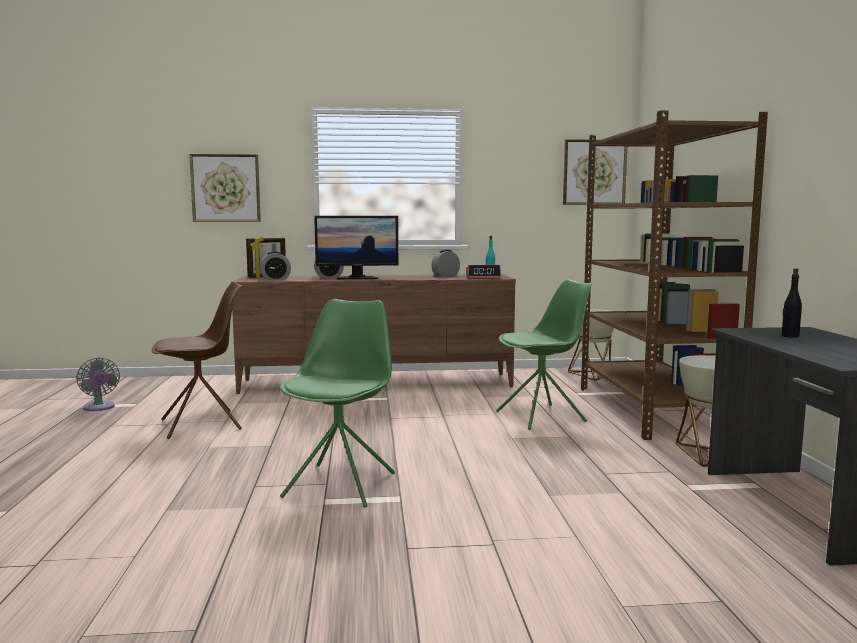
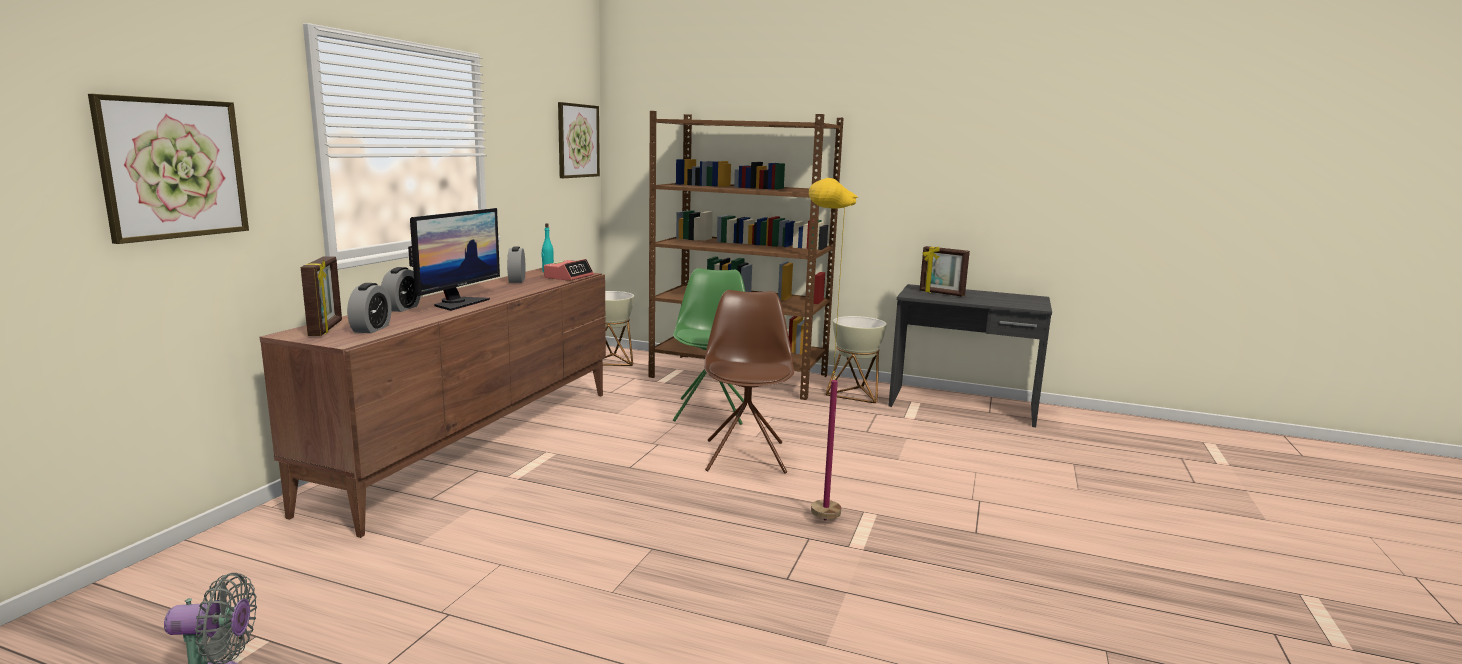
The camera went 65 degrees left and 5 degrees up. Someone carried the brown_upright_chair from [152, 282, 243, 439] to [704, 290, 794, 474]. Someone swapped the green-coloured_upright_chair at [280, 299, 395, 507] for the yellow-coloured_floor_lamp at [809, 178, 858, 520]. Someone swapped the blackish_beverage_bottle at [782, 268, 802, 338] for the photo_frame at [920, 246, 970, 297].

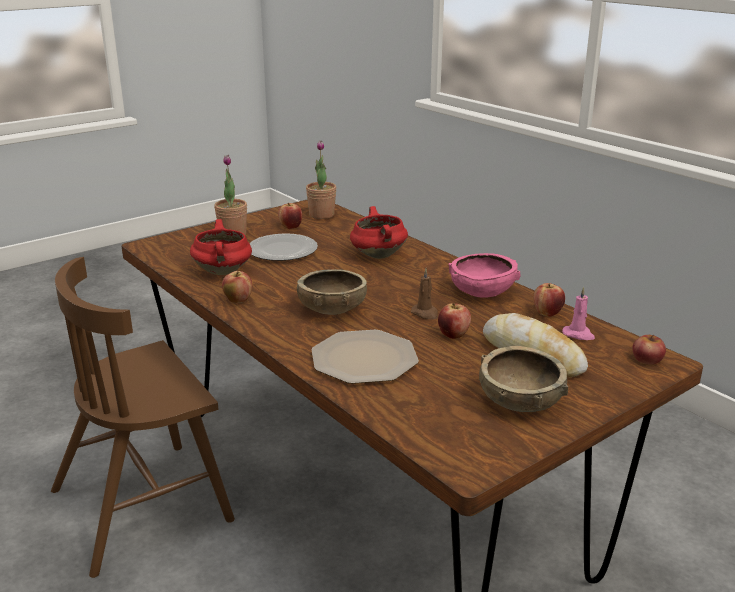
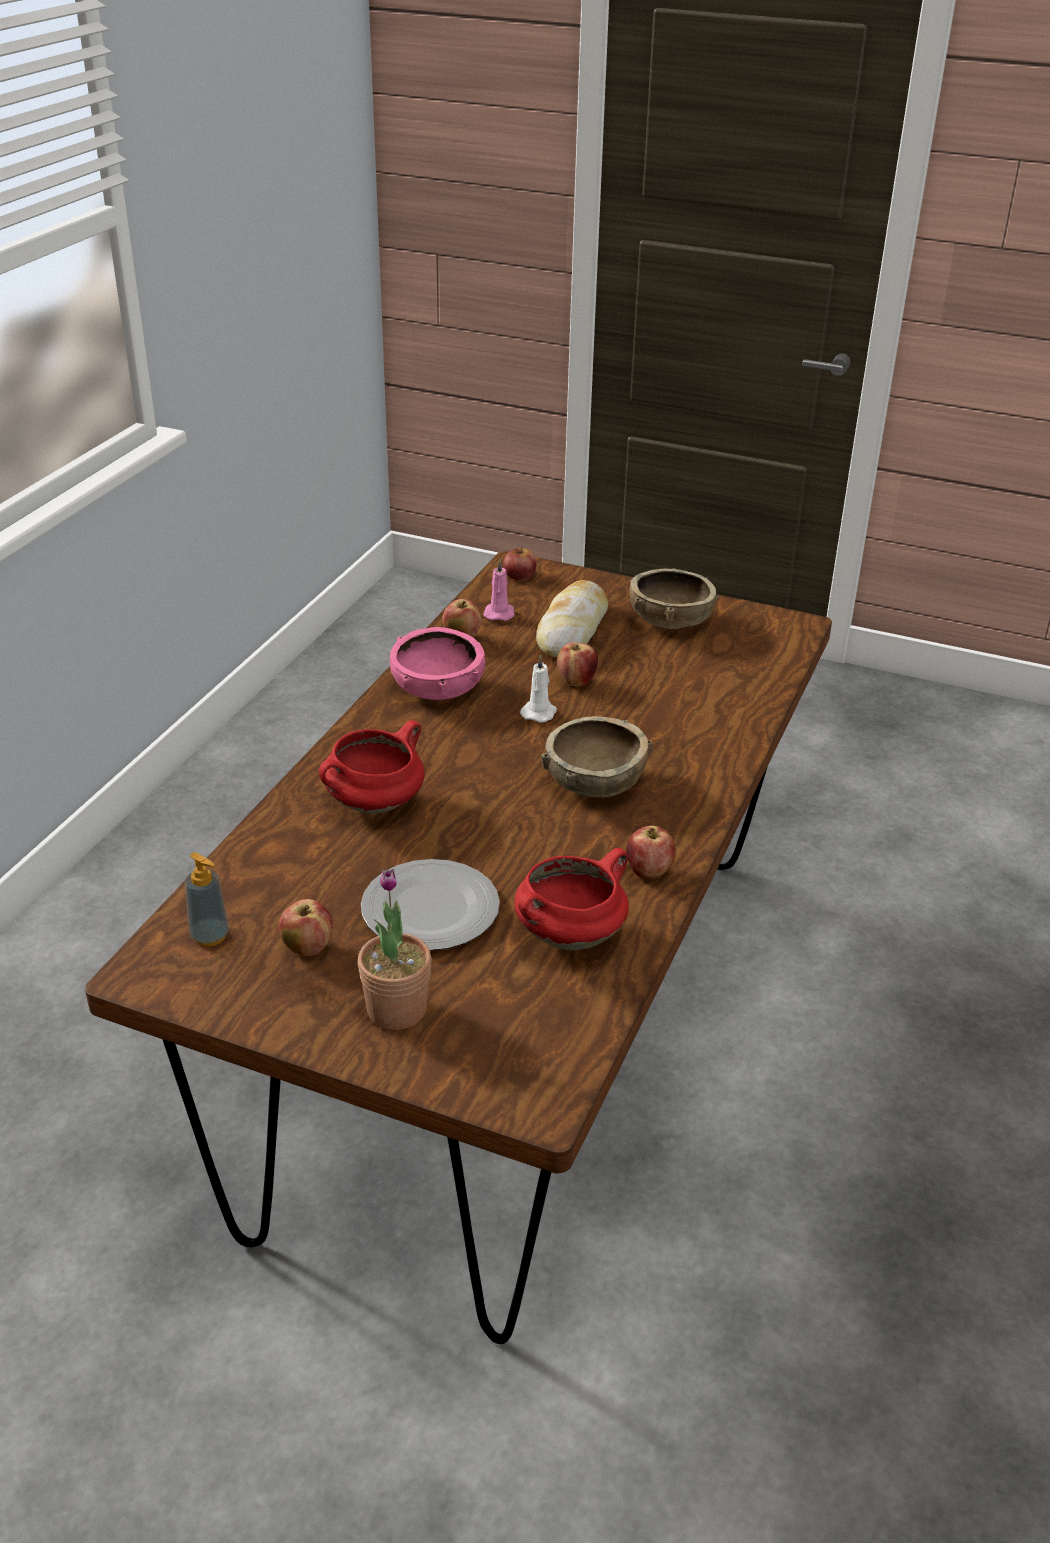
The camera went 120 degrees left and 10 degrees up. Someone took away the brown_upright_chair at [51, 257, 235, 578]. Someone swapped the plant_in_a_pot at [306, 141, 336, 219] for the soap_dispenser at [185, 852, 229, 947]. Someone took away the dinner_plate at [312, 330, 419, 384]. Someone repainted the brown_wax_light at [411, 268, 438, 320], which became the whitish_wax_light at [520, 654, 557, 722].

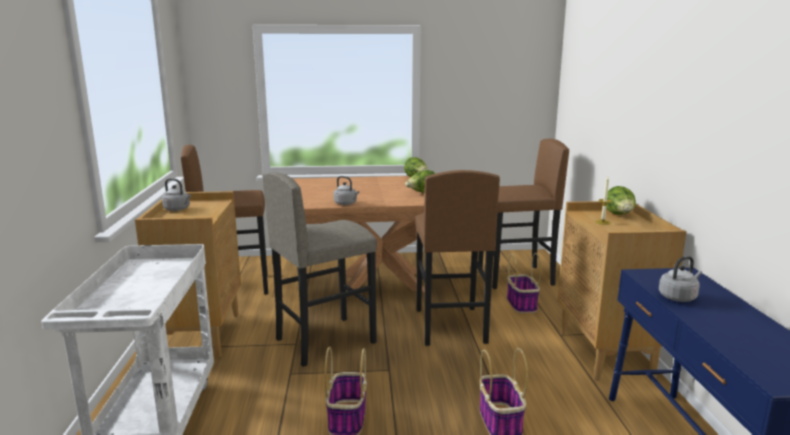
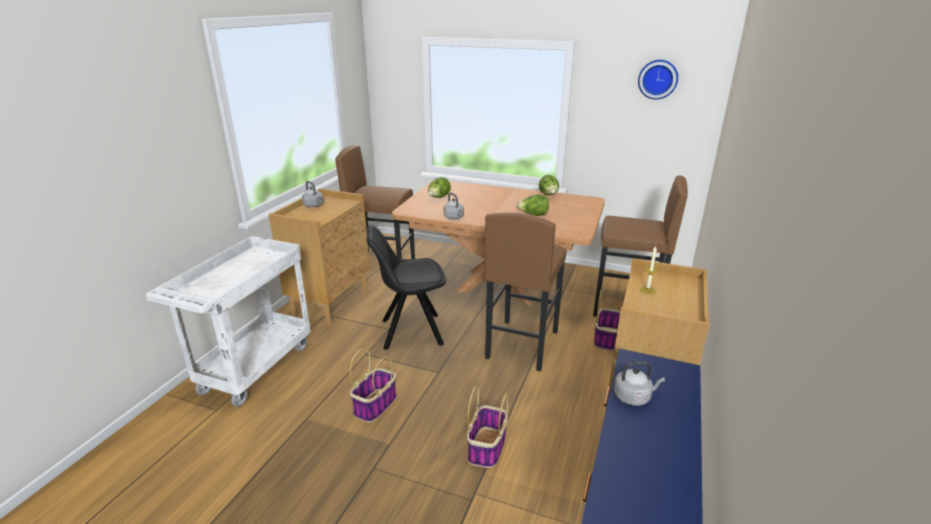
The camera went 25 degrees right and 10 degrees up. Someone swapped the grey_stool at [262, 172, 377, 367] for the blackish_upright_chair at [367, 225, 446, 350]. Someone carried the lettuce_head from [606, 186, 636, 215] to [428, 177, 451, 198]. Someone put up the hanging_clock at [638, 60, 678, 99].

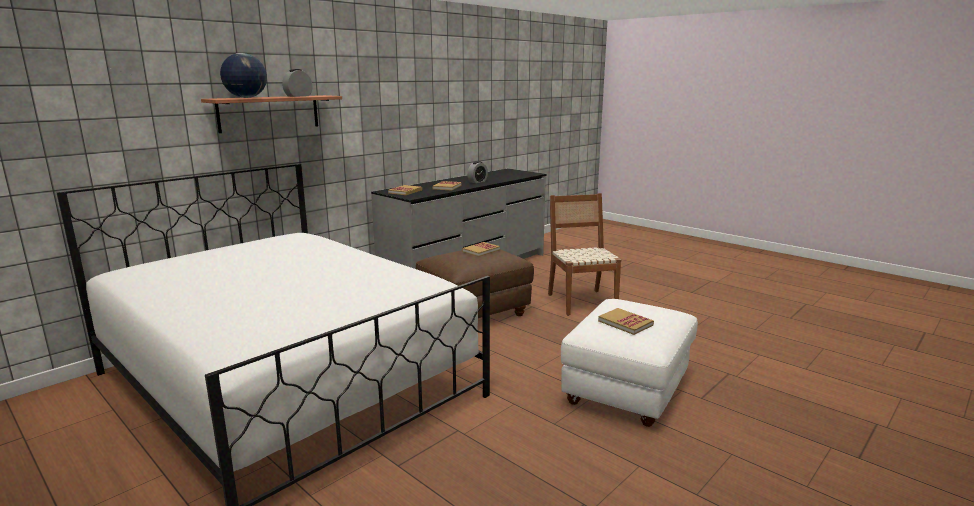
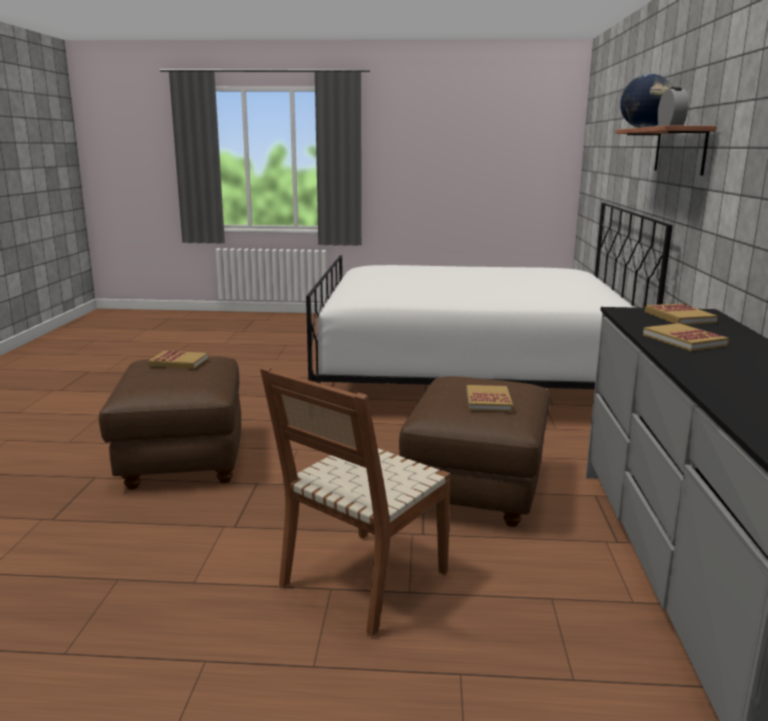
The camera went 140 degrees right and 0 degrees up. Someone took away the alarm_clock at [467, 161, 488, 183]. Someone rotated the upright_chair at [548, 193, 621, 316] by 90 degrees clockwise. Someone repainted the whitish_footrest at [561, 299, 698, 427], which became the brown_footrest at [99, 356, 241, 489].

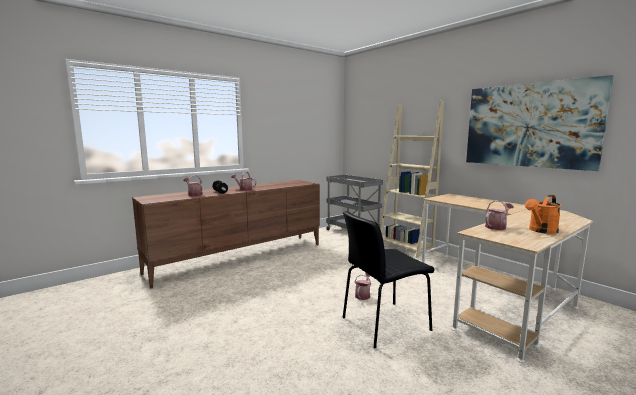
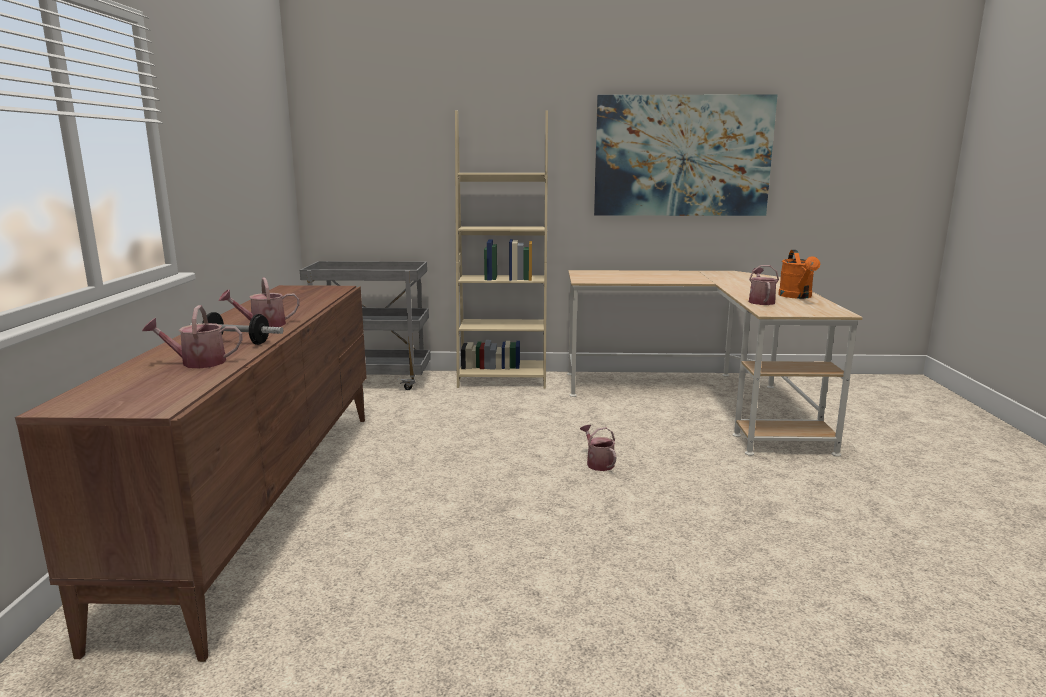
The camera went 50 degrees left and 5 degrees up. Someone took away the blackish_upright_chair at [343, 211, 434, 348].

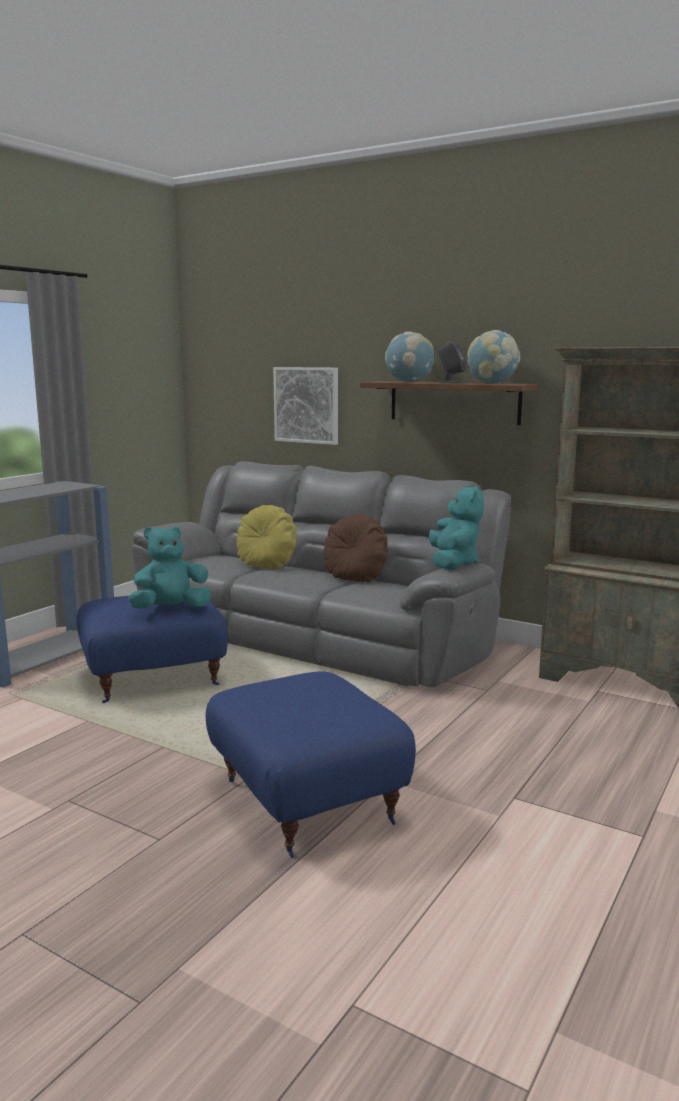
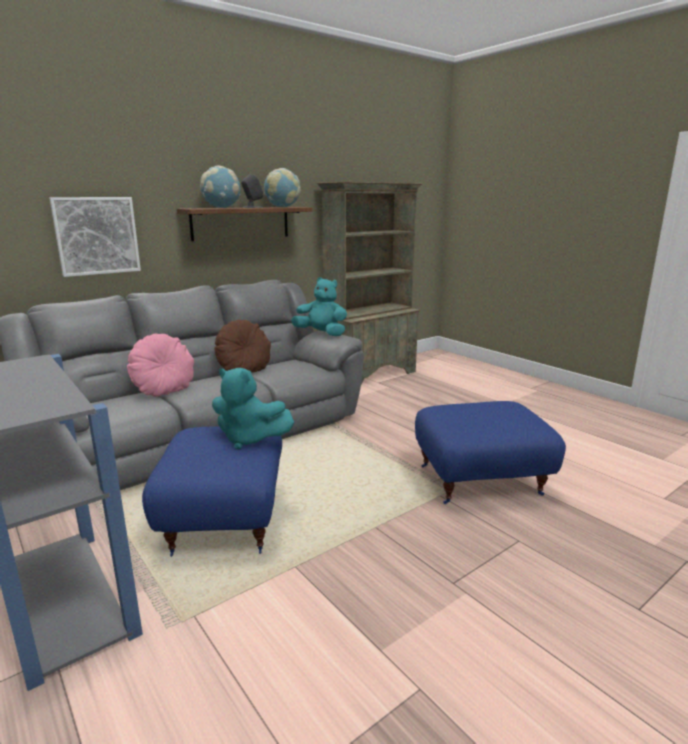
The camera went 70 degrees left and 5 degrees up. Someone rotated the turquoise-coloured_plush_toy at [128, 527, 212, 608] by 60 degrees counterclockwise. Someone repainted the yellow-coloured_cushion at [237, 505, 297, 569], which became the pinkish_cushion at [127, 334, 194, 397].

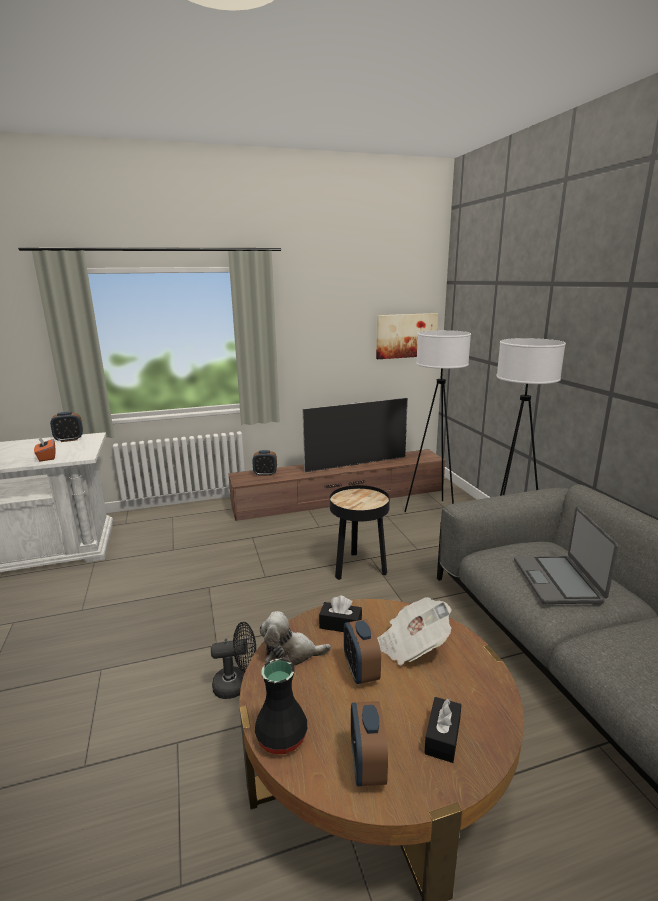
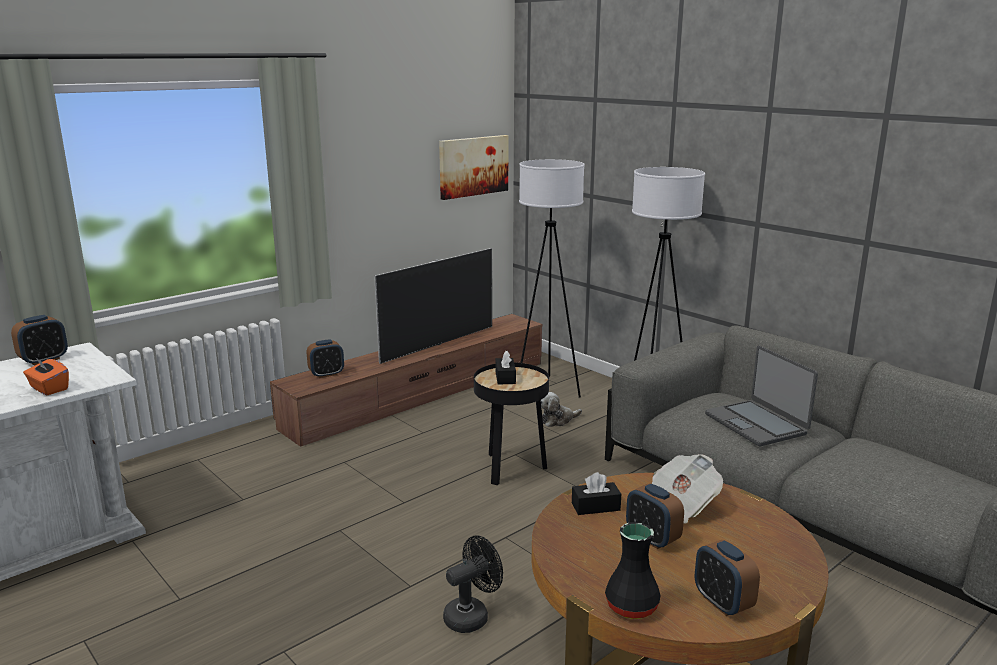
The camera went 25 degrees left and 0 degrees up. Someone carried the plush_toy from [260, 611, 331, 666] to [541, 392, 582, 427]. Someone carried the blackish_box_of_tissues from [424, 697, 462, 763] to [495, 351, 516, 385].

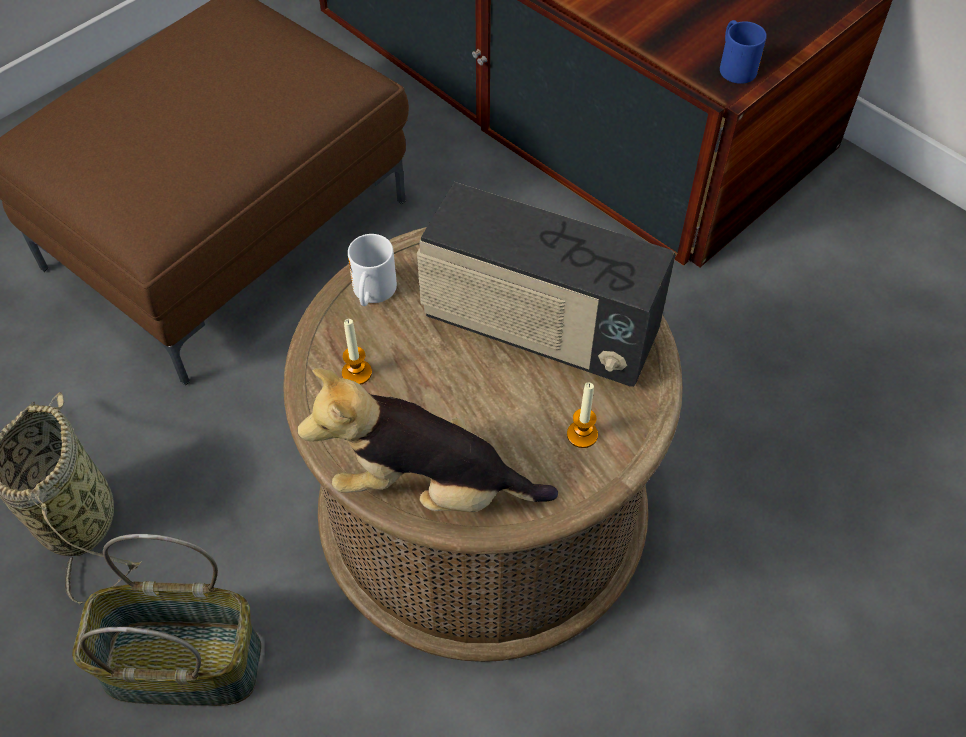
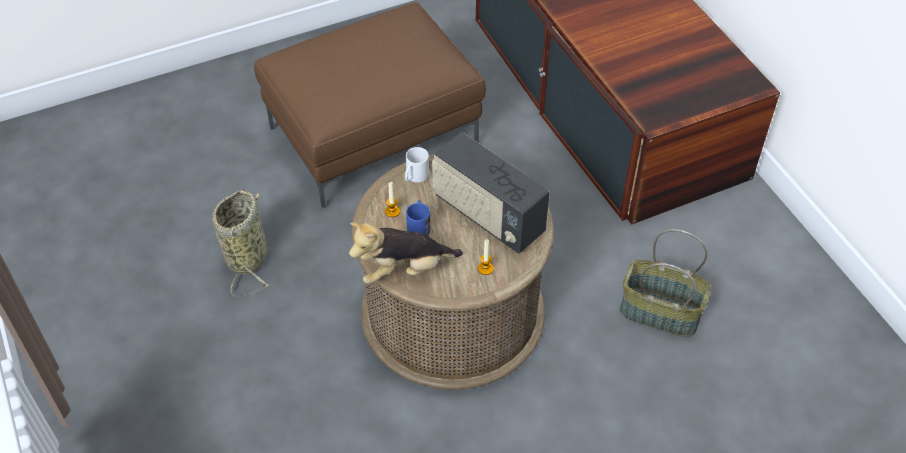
The camera went 20 degrees right and 5 degrees down. Someone carried the household_basket from [72, 534, 261, 706] to [620, 229, 711, 337]. Someone rotated the plush_toy at [297, 368, 558, 512] by 45 degrees counterclockwise. Someone carried the blue-coloured_coffee_mug from [720, 20, 767, 84] to [406, 200, 430, 236].

